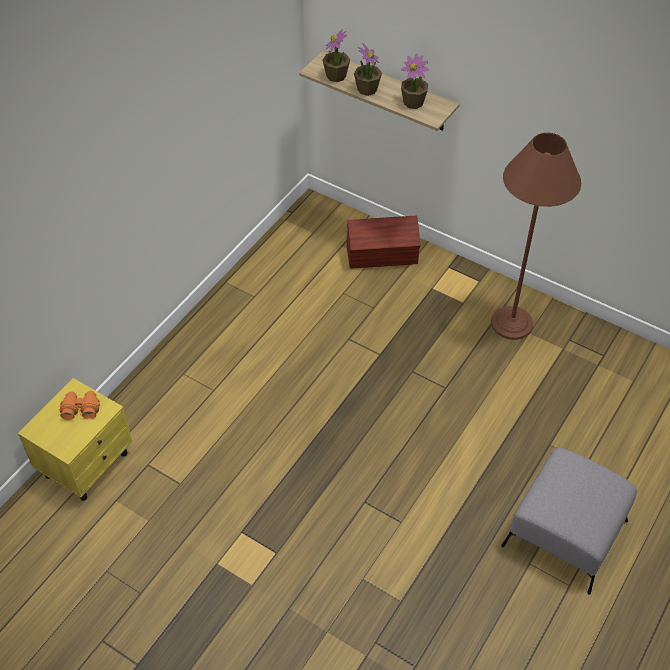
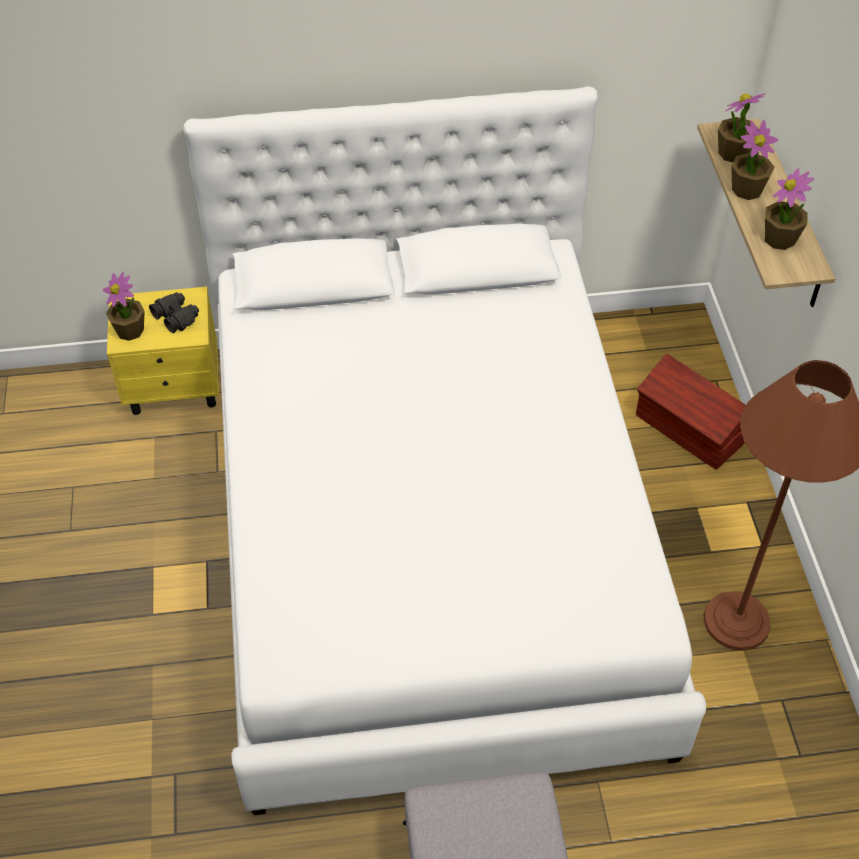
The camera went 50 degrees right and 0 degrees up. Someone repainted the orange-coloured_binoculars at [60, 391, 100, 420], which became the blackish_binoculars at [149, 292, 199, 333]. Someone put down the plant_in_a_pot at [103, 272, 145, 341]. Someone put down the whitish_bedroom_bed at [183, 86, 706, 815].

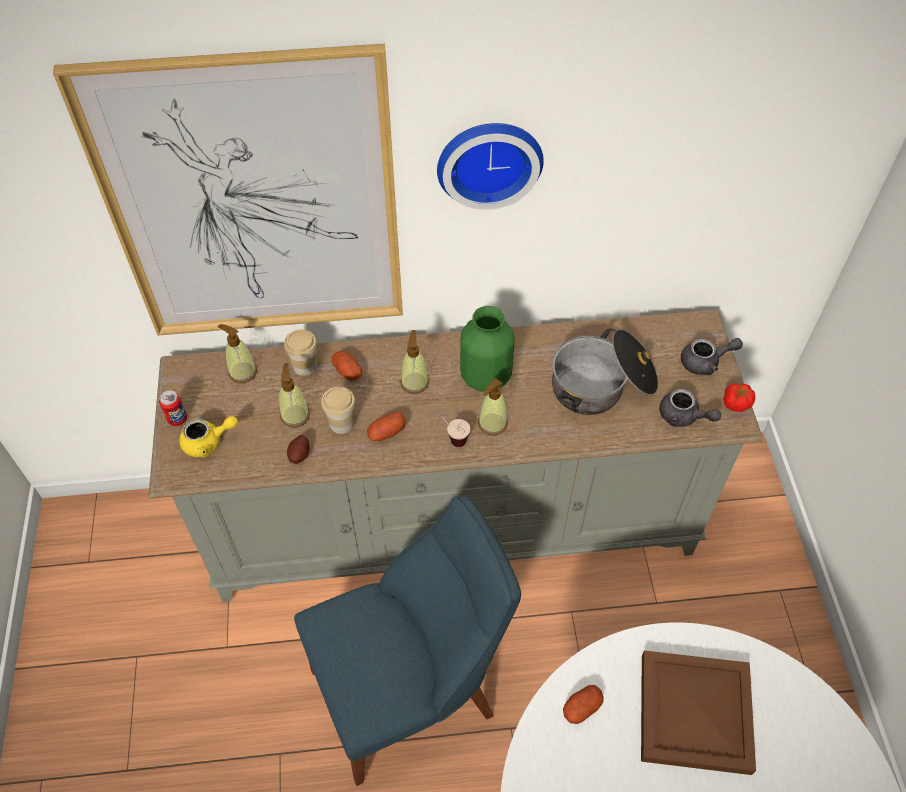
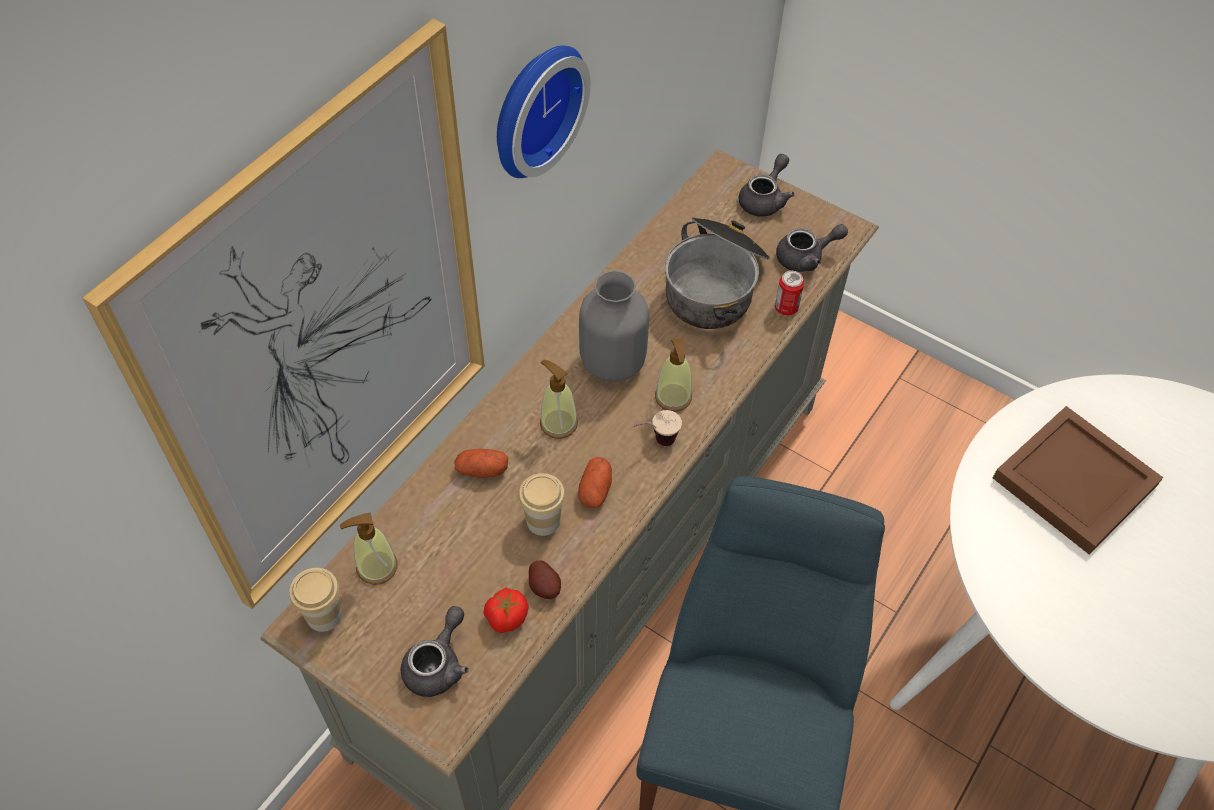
The camera went 50 degrees left and 0 degrees up. Someone carried the sealed_can from [159, 391, 187, 426] to [775, 271, 804, 316]. Someone repainted the yellow-coloured_teapot at [179, 416, 238, 457], which became the grey_teapot at [401, 606, 469, 697]. Someone took away the soap_dispenser at [279, 363, 310, 428]. Someone carried the drinking_cup from [284, 329, 317, 376] to [290, 568, 342, 632]. Someone repainted the green-coloured_vase at [460, 306, 514, 392], which became the grey_vase at [579, 270, 649, 382]. Someone took away the potato at [563, 685, 604, 724]. Someone carried the whole_tomato from [723, 383, 755, 412] to [483, 588, 529, 633].

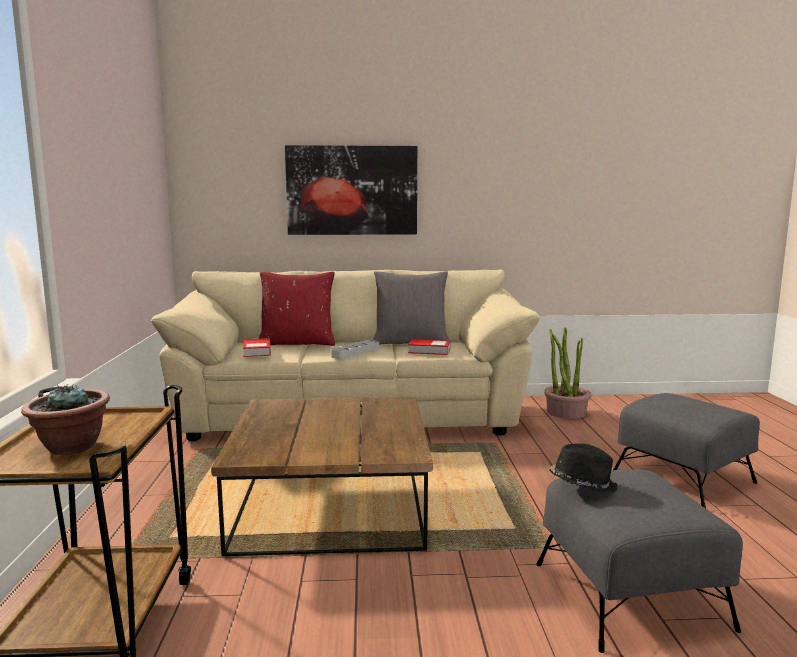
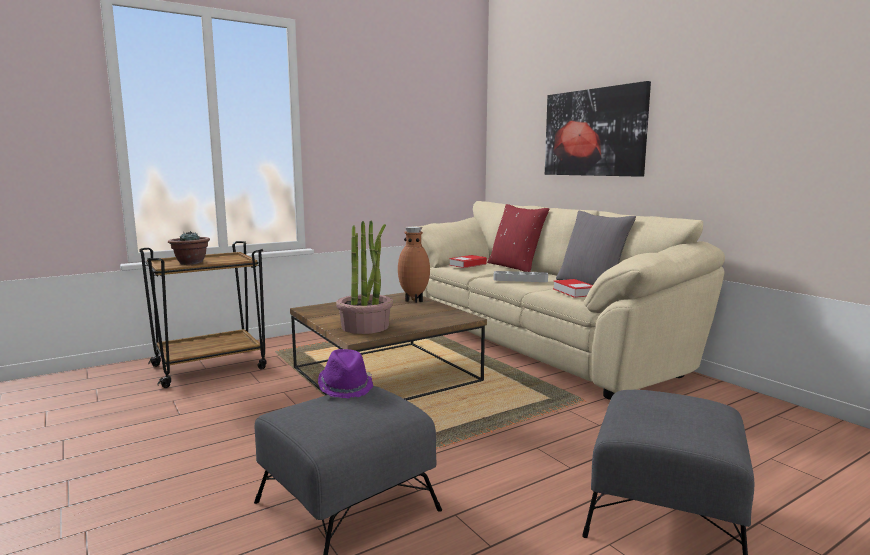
The camera went 60 degrees right and 0 degrees up. Someone carried the plant_in_a_pot from [544, 328, 591, 419] to [336, 221, 393, 334]. Someone repainted the blackish_hat at [549, 443, 618, 493], which became the purple_hat at [318, 349, 373, 399]. Someone put down the brown_vase at [398, 226, 430, 303].

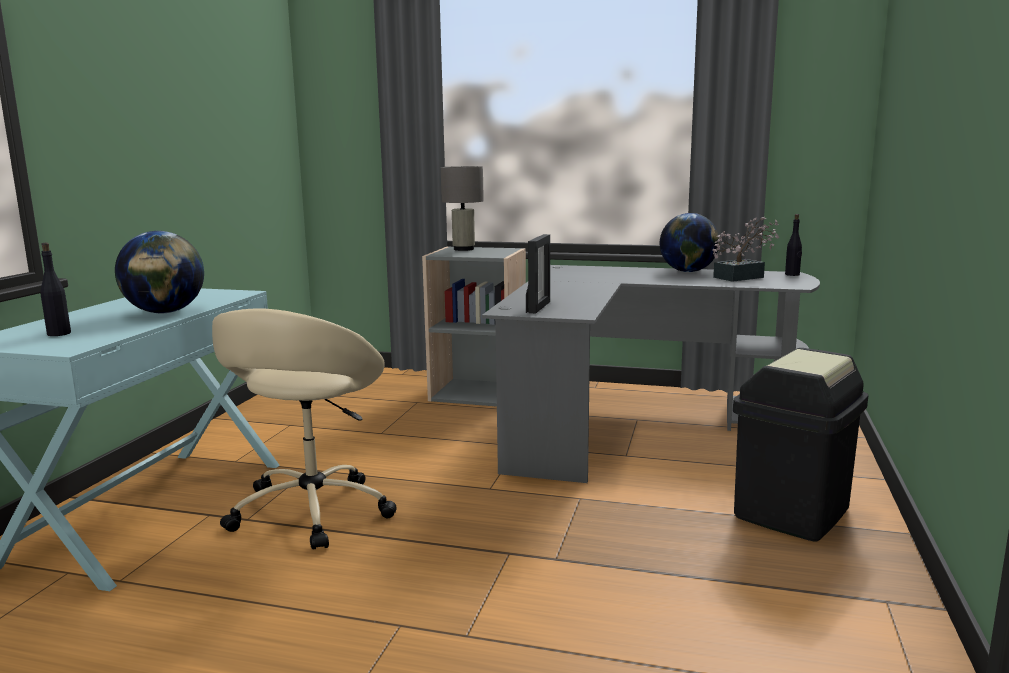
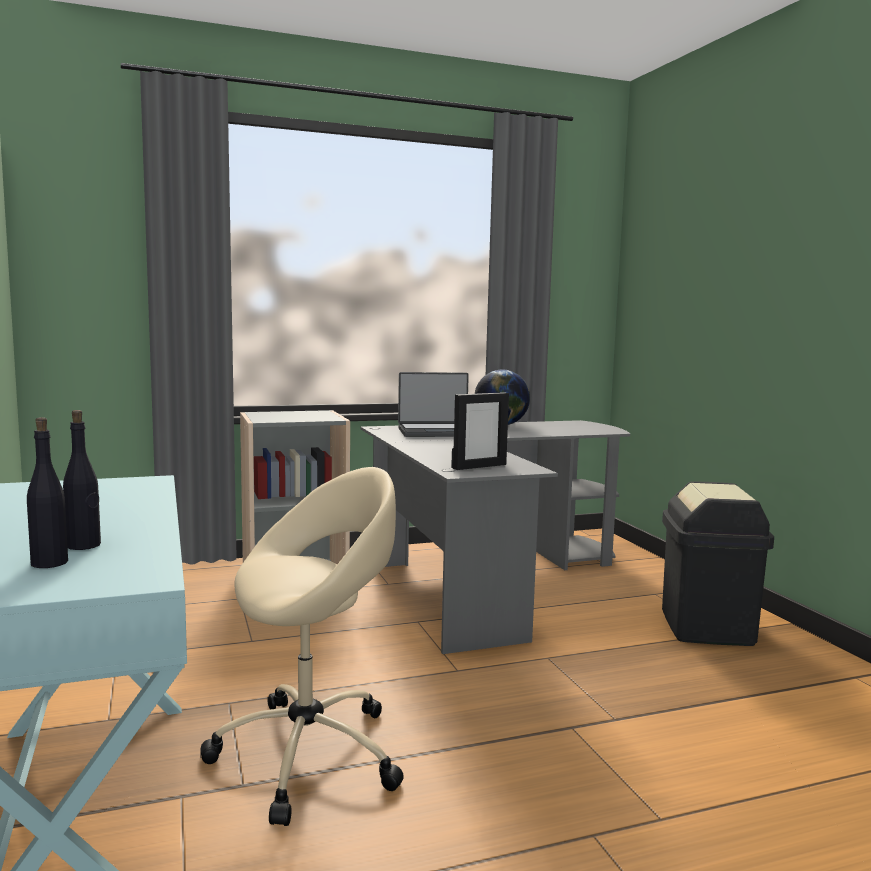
The camera went 35 degrees left and 5 degrees down. Someone took away the desk_globe at [115, 231, 204, 313]. Someone rotated the sand-coloured_office_chair at [212, 308, 397, 549] by 90 degrees counterclockwise. Someone took away the grey_table_lamp at [441, 166, 483, 251]. Someone rotated the photo_frame at [526, 234, 550, 314] by 75 degrees clockwise. Someone took away the plant_in_a_pot at [713, 216, 780, 282]. Someone carried the blackish_beverage_bottle from [785, 214, 802, 276] to [63, 410, 101, 550]. Someone put down the portable_computer at [398, 372, 469, 437].

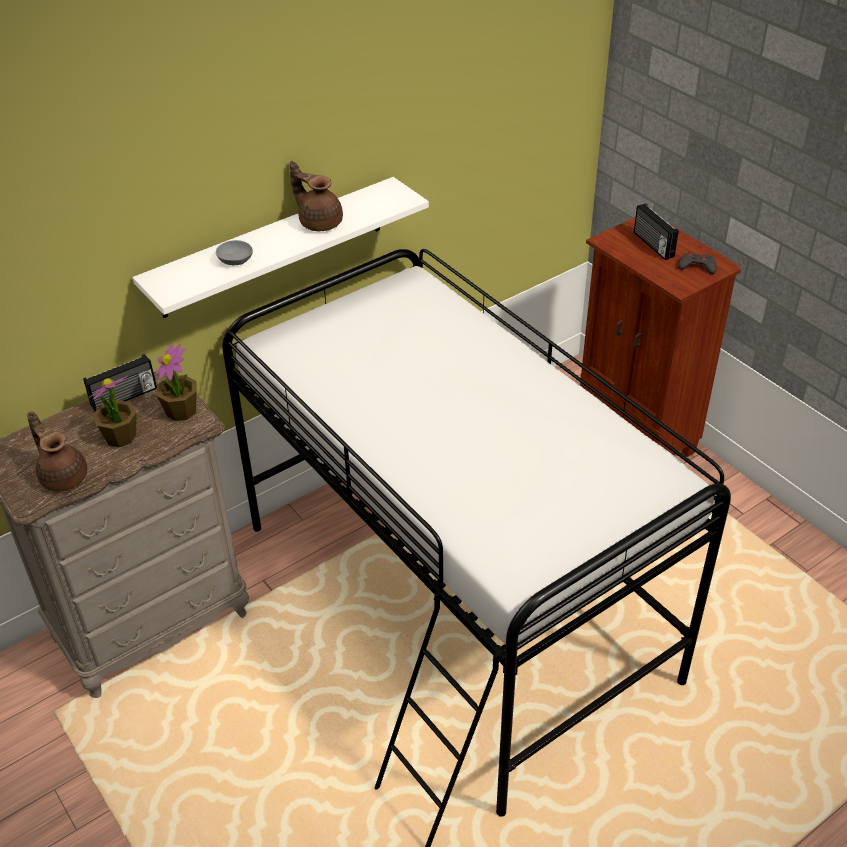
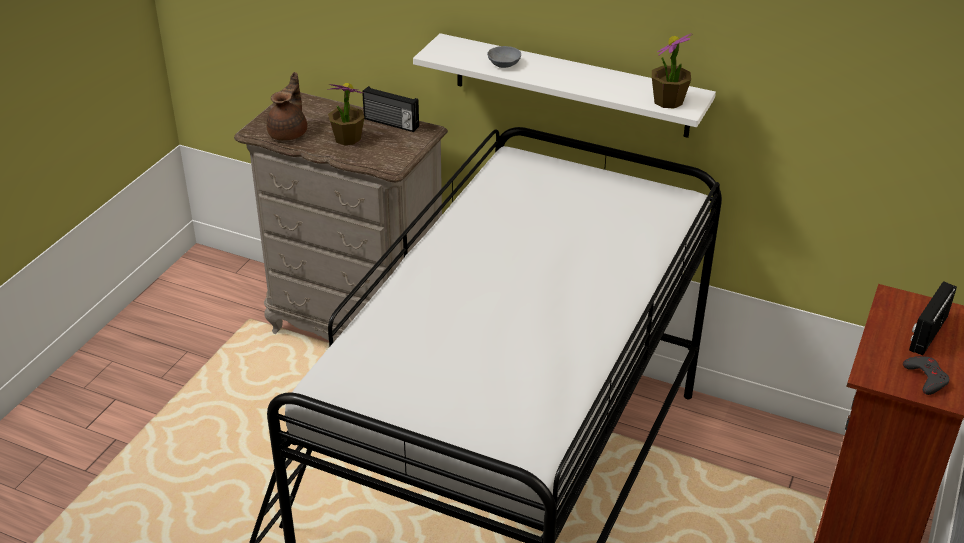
The camera went 60 degrees right and 5 degrees down. Someone carried the plant_in_a_pot from [155, 343, 197, 421] to [652, 33, 693, 108]. Someone took away the brown_teapot at [290, 161, 343, 231].

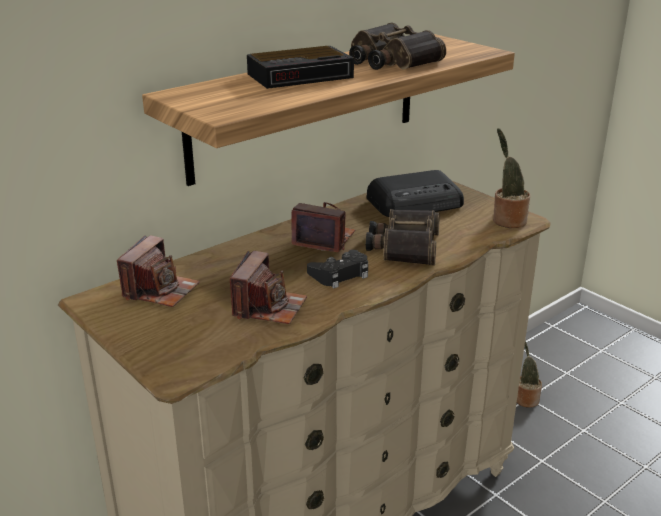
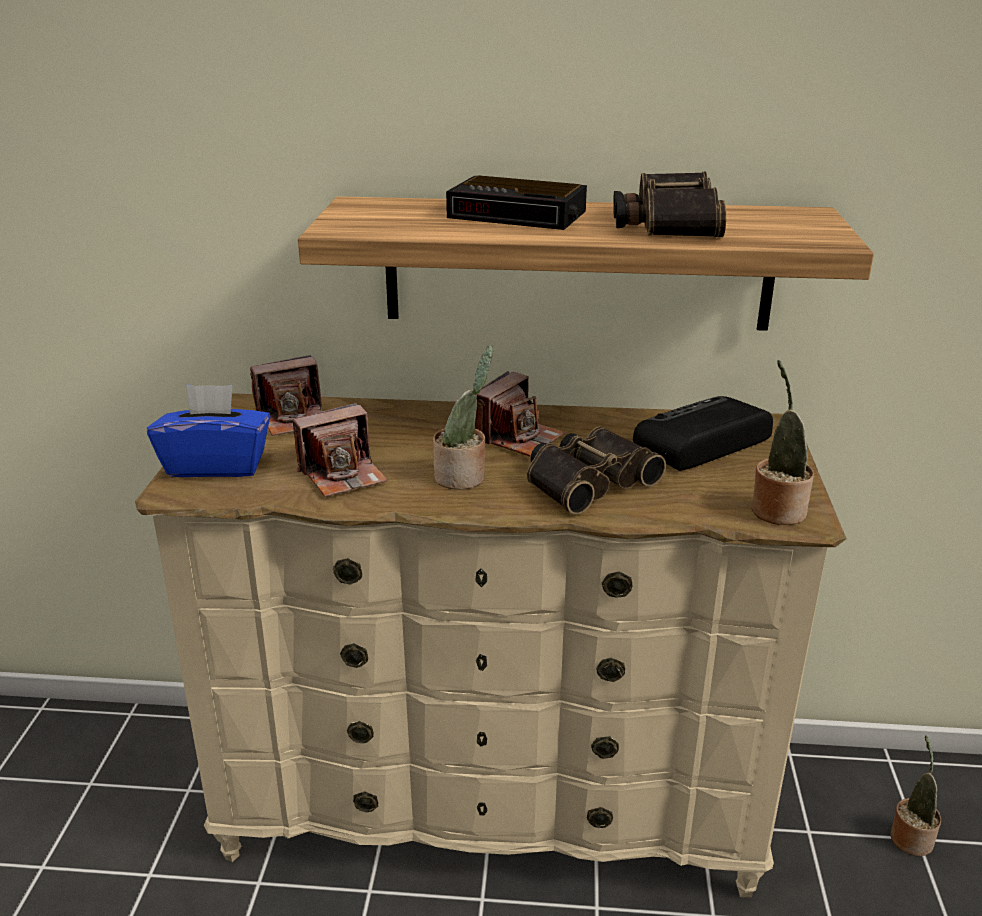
The camera went 45 degrees right and 0 degrees up. Someone rotated the still_camera at [292, 202, 355, 252] by 60 degrees clockwise. Someone swapped the blackish_joypad at [307, 250, 368, 288] for the plant_in_a_pot at [433, 345, 493, 489]. Someone rotated the radio at [366, 170, 464, 217] by 120 degrees clockwise. Someone put down the blue-coloured_box_of_tissues at [147, 384, 271, 477].

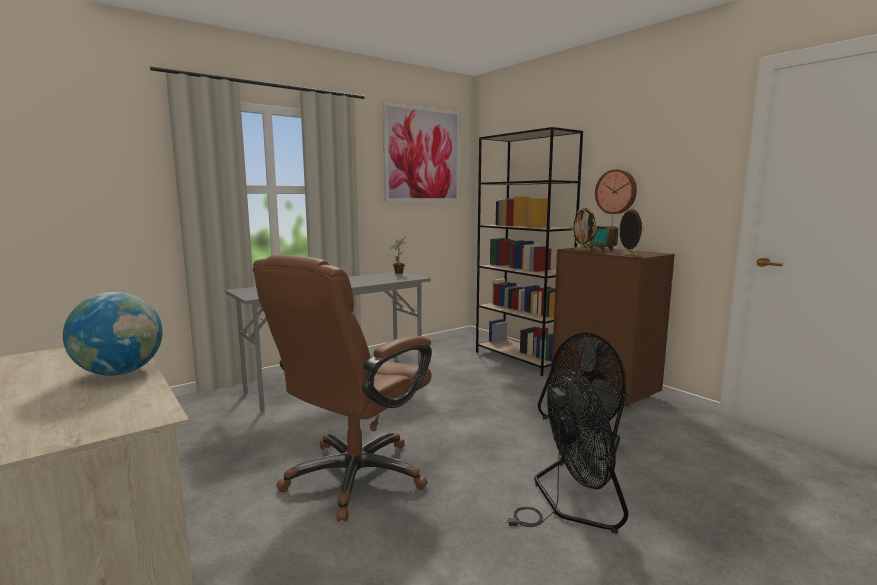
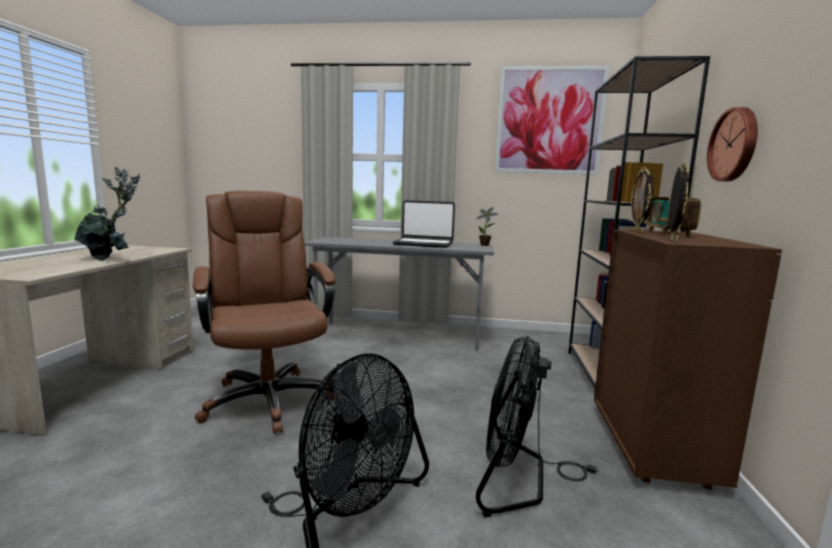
The camera went 45 degrees right and 0 degrees up. Someone swapped the desk_globe at [63, 292, 163, 376] for the plant_in_a_pot at [75, 167, 140, 261]. Someone rotated the brown_office_chair at [253, 255, 432, 522] by 75 degrees clockwise. Someone put down the portable_computer at [393, 200, 455, 248].

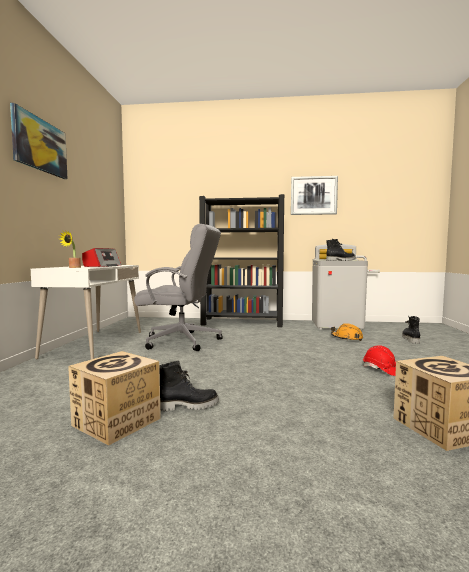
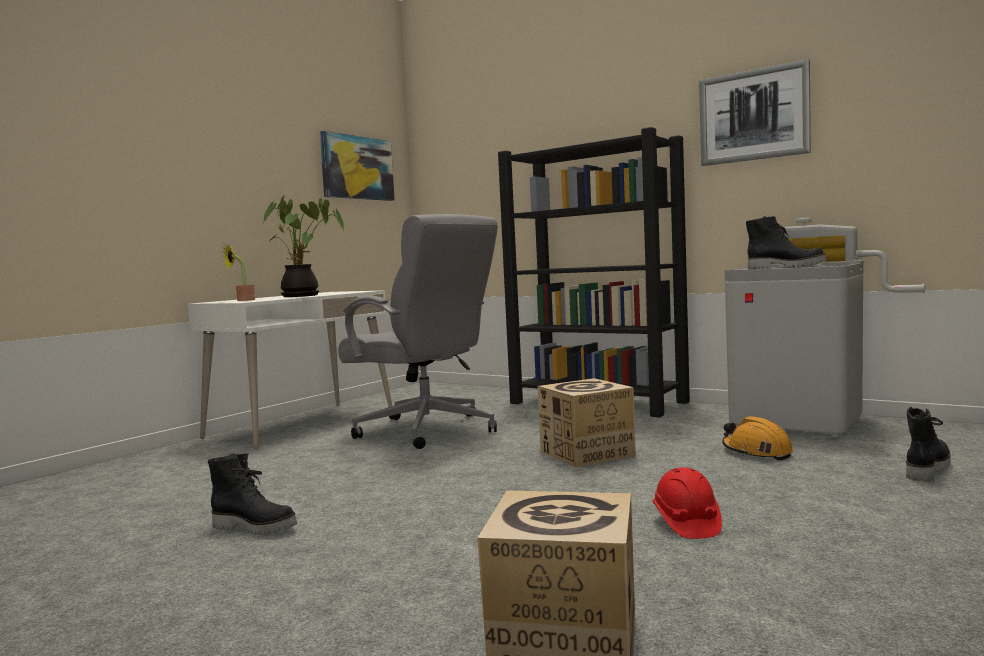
The camera went 30 degrees right and 0 degrees up. Someone carried the picture from [10, 103, 67, 179] to [320, 131, 395, 201]. Someone carried the cardboard_box from [68, 351, 161, 445] to [538, 378, 636, 467]. Someone swapped the radio at [82, 248, 121, 267] for the plant_in_a_pot at [263, 196, 344, 297].

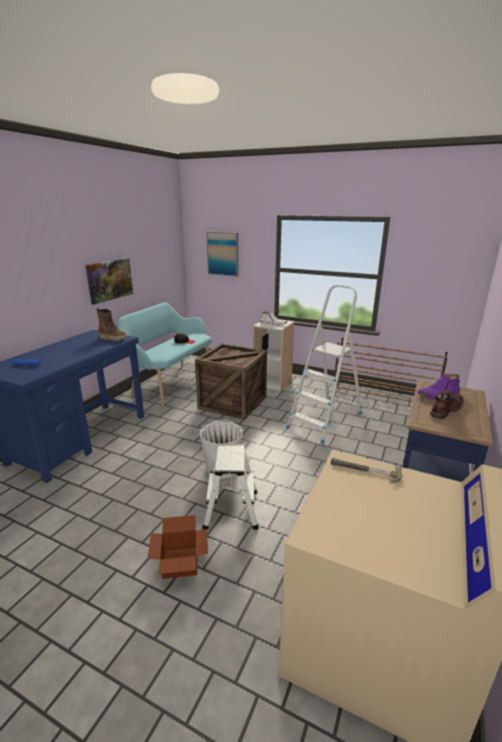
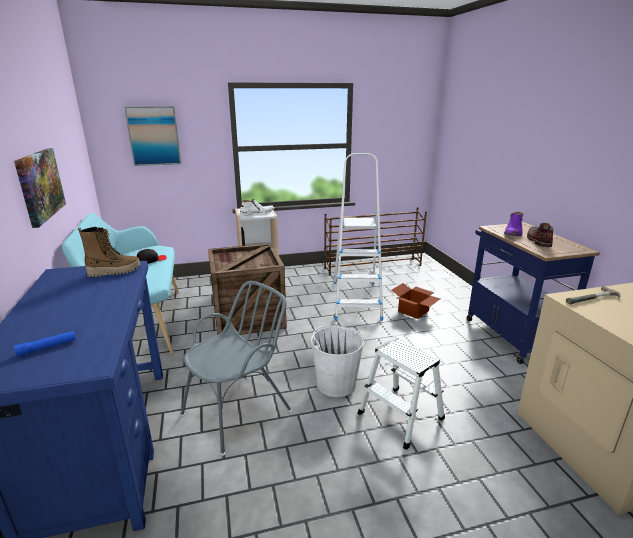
The camera went 40 degrees left and 0 degrees up. Someone carried the cardboard_box from [147, 515, 208, 579] to [391, 283, 440, 319]. Someone put down the grey_upright_chair at [180, 281, 292, 456].

